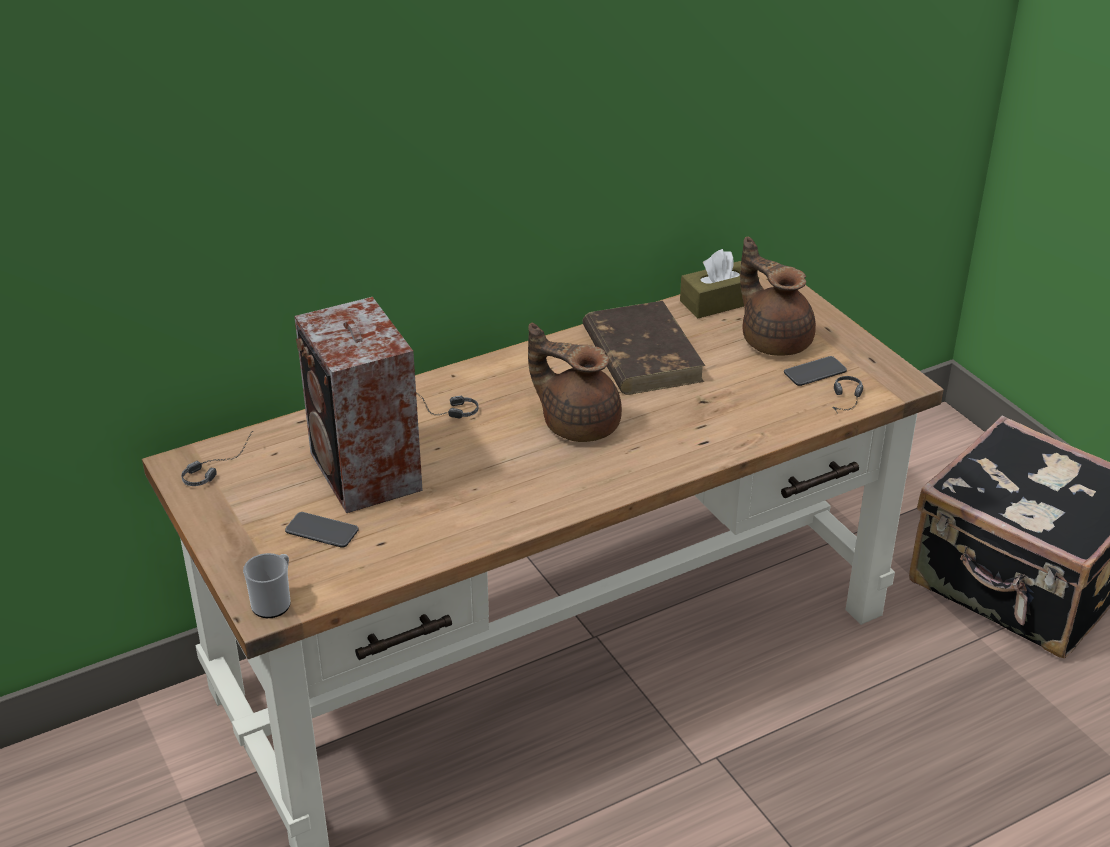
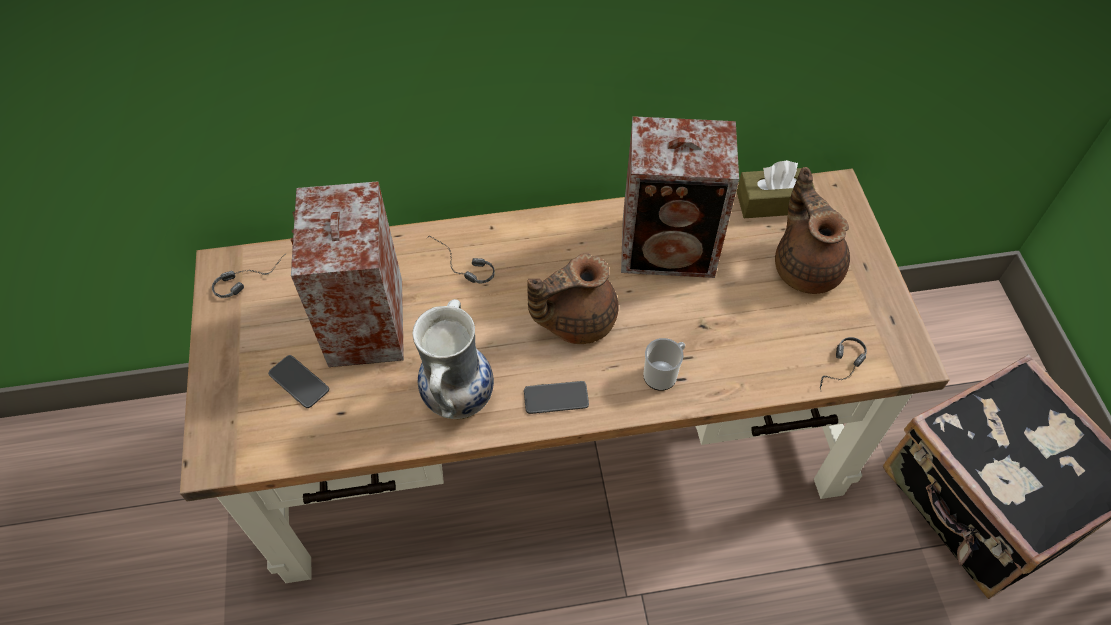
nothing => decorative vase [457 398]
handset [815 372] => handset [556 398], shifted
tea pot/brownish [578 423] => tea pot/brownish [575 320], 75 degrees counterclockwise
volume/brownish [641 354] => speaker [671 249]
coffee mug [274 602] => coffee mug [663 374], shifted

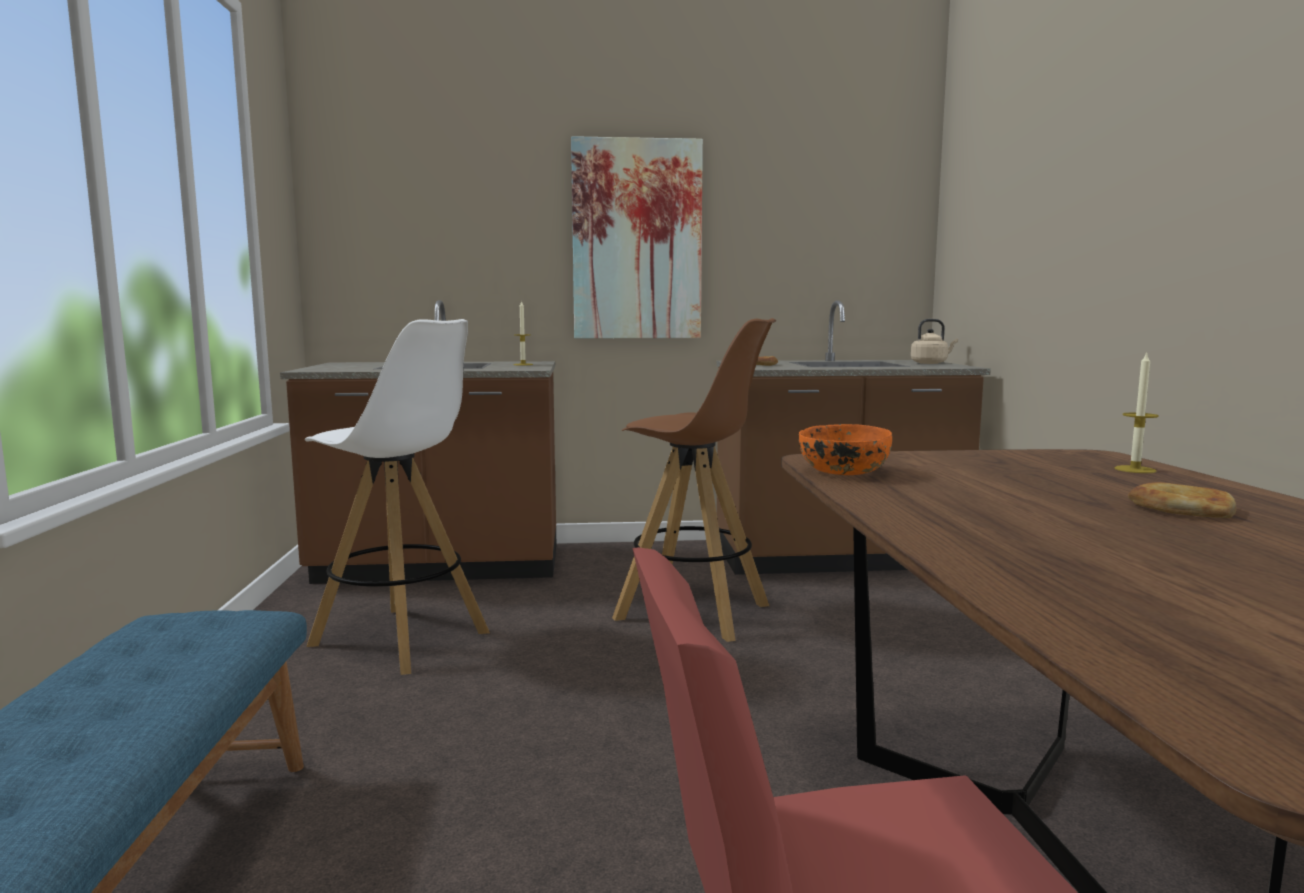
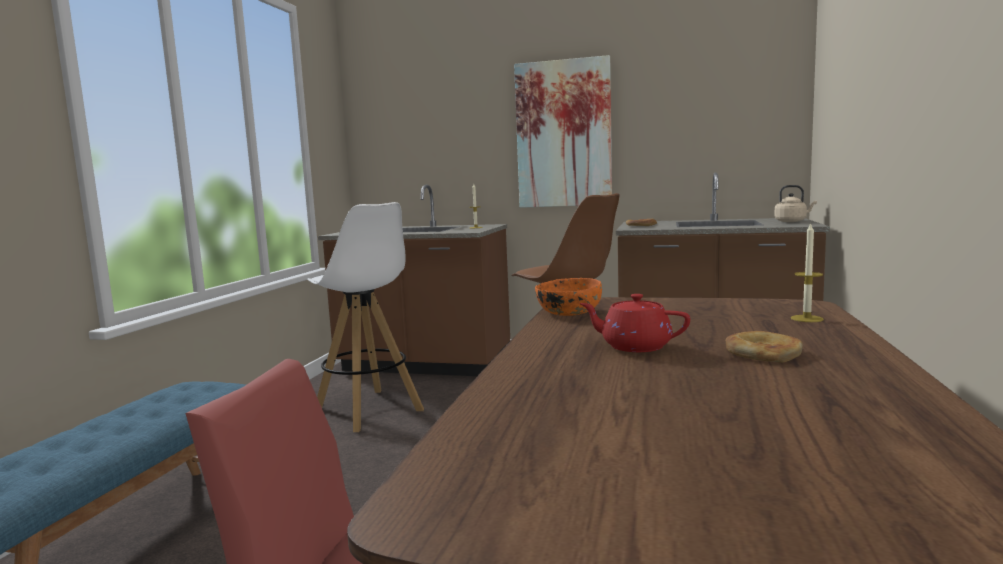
nothing => tea pot/red [634 346]

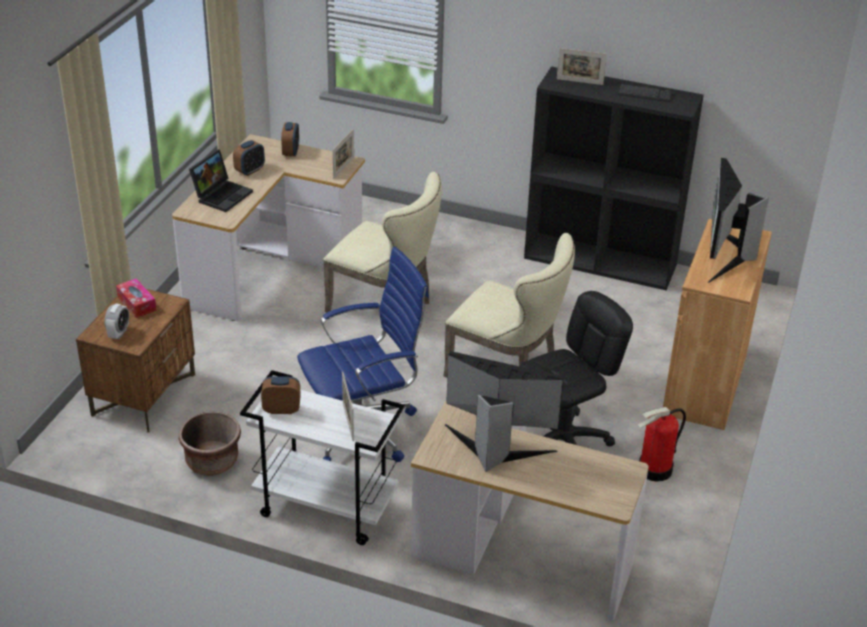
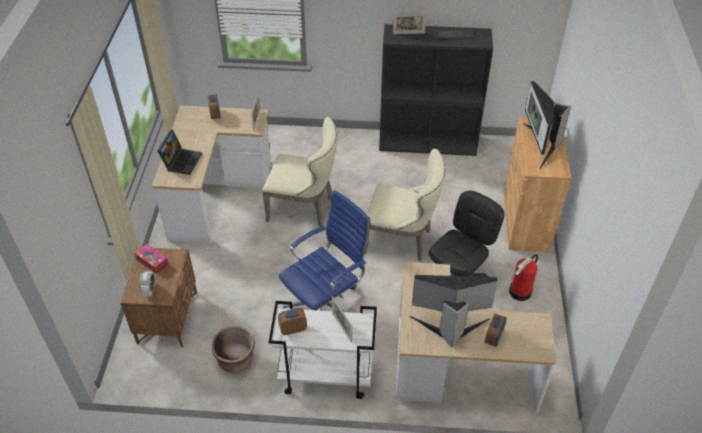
bedside clock [250 170] => bedside clock [493 338], shifted

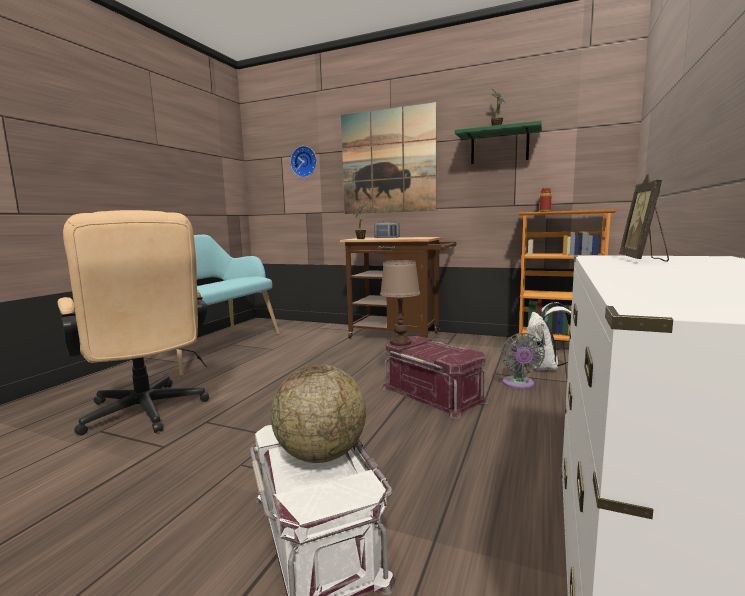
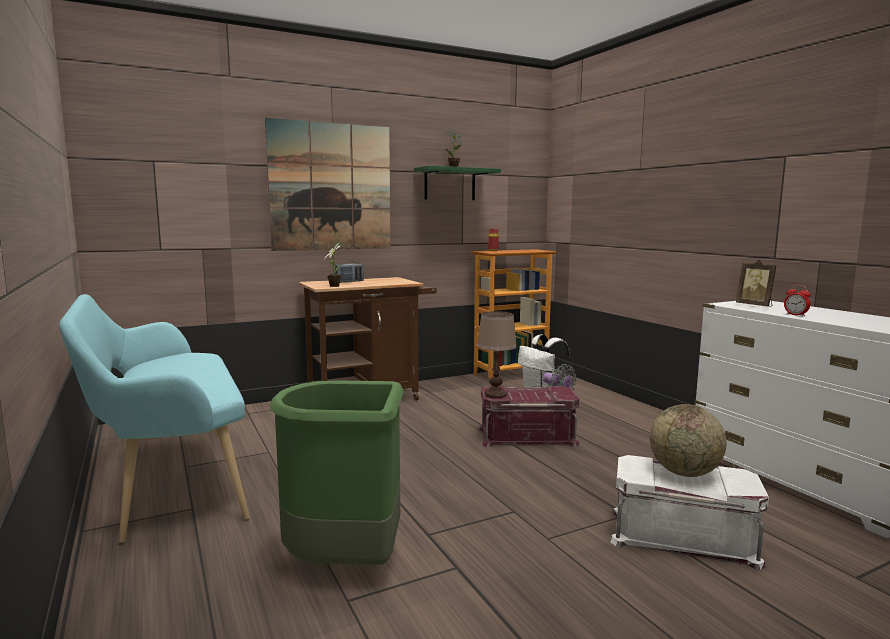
computer chair/beige-coloured [146 414] => rubbish bin/greenish [346 563]
nothing => bedside clock [795 315]
wall clock [304 162] => nothing

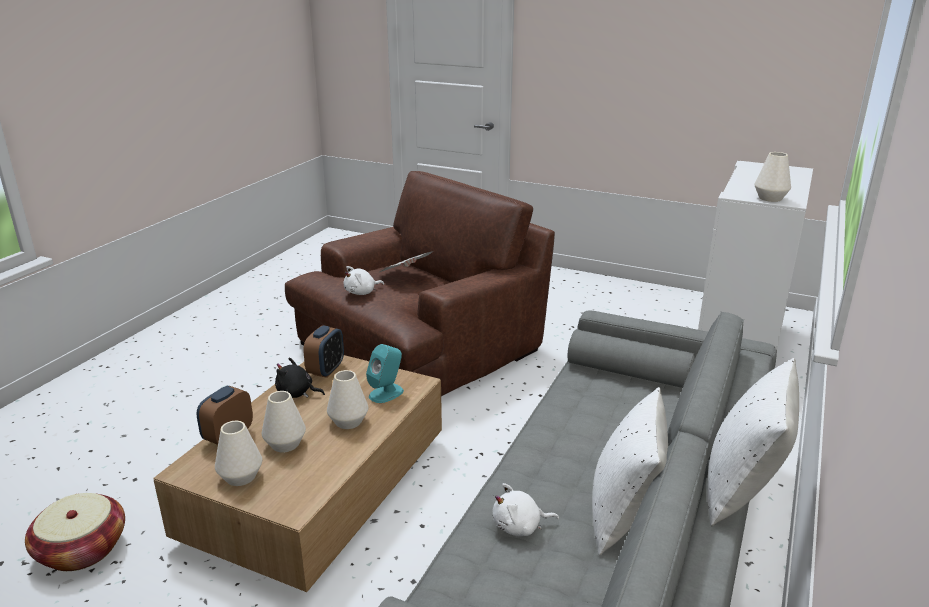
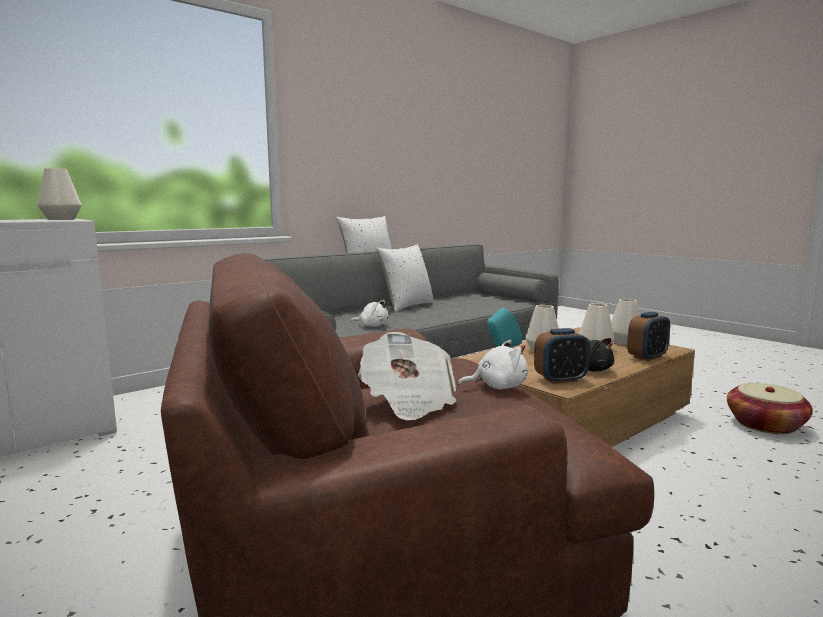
soft toy/whitish [520 526] => soft toy/whitish [372 325], shifted
bedside clock [326 370] => bedside clock [560 380], 150 degrees counterclockwise

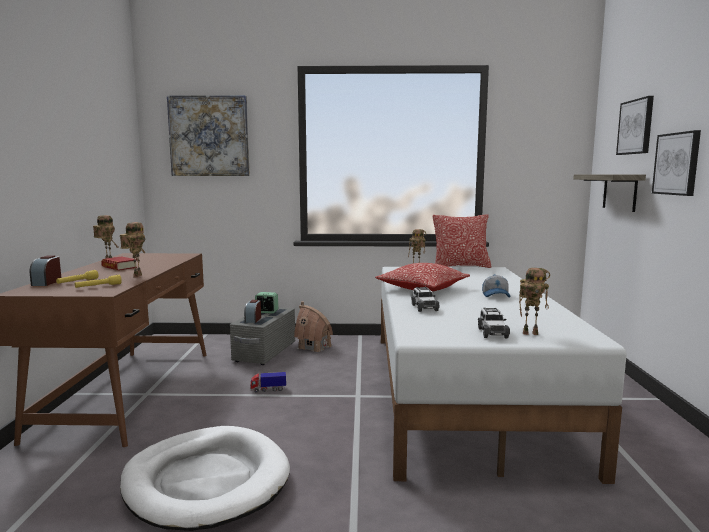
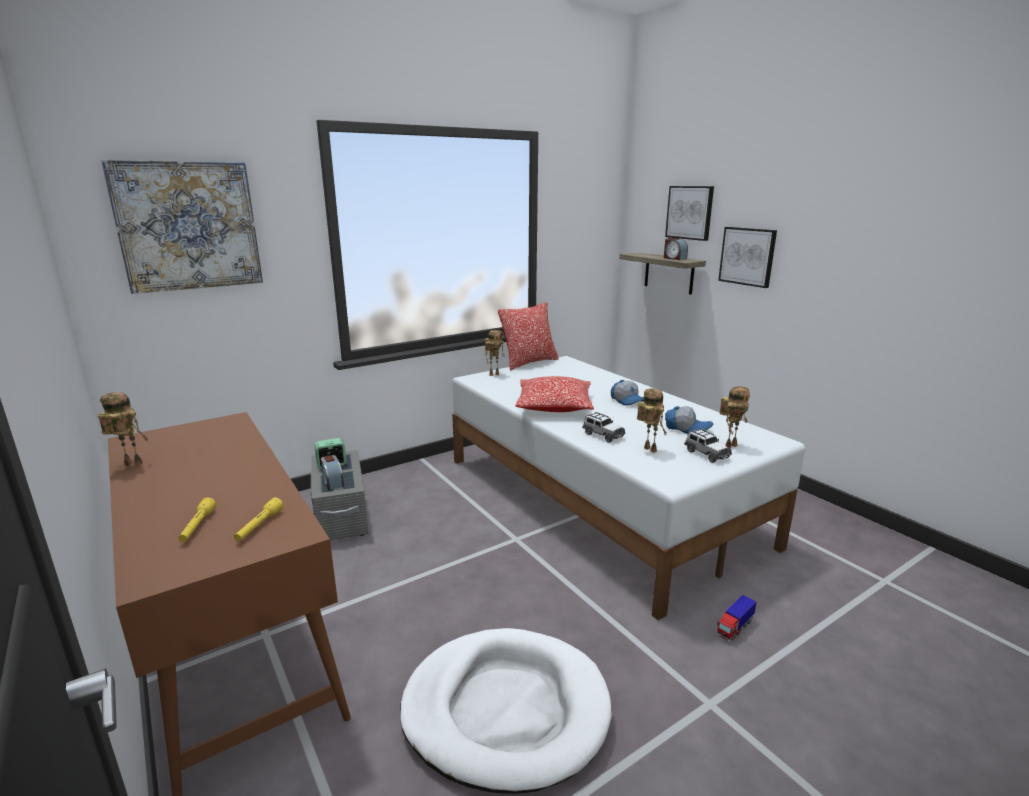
toy robot [136 276] => toy robot [648 449], shifted
bedside clock [47 282] => bedside clock [674 258], shifted
nothing => peaked cap [687 428]
toy lorry [268 389] => toy lorry [734 628], shifted
volume [119 267] => nothing
miniature house [314 347] => nothing

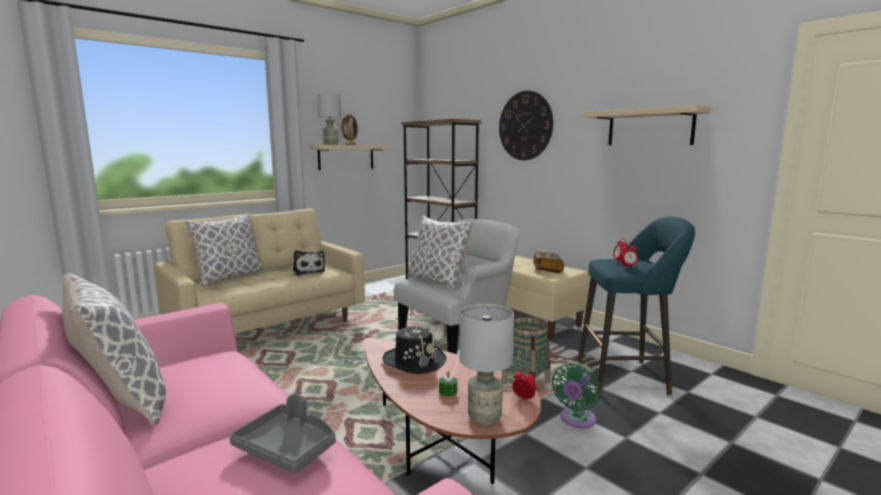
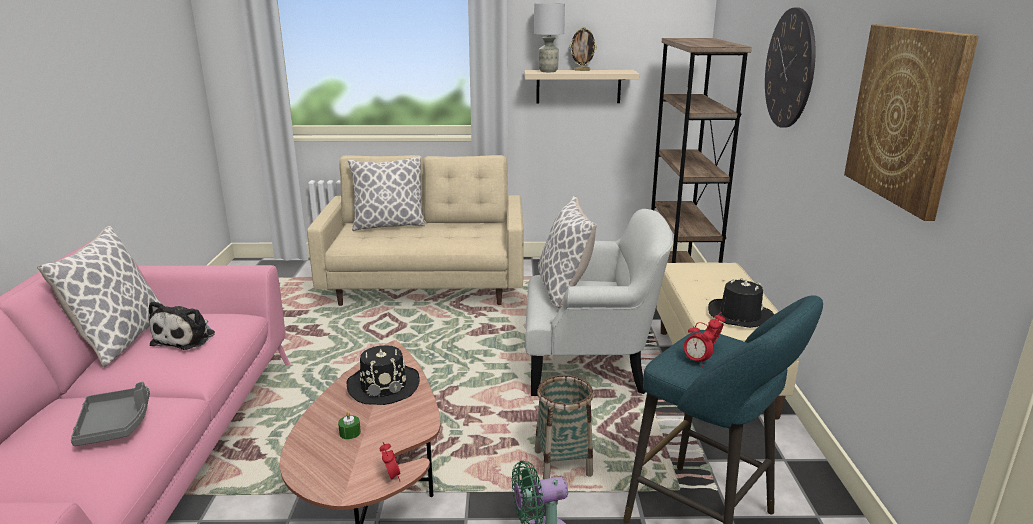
soft toy [308 271] => soft toy [186 338], shifted
volume [547 269] => hat/black [739 315]
shelf/beige-coloured [649 127] => picture [906 116]
lamp for a table/grey [485 417] => nothing

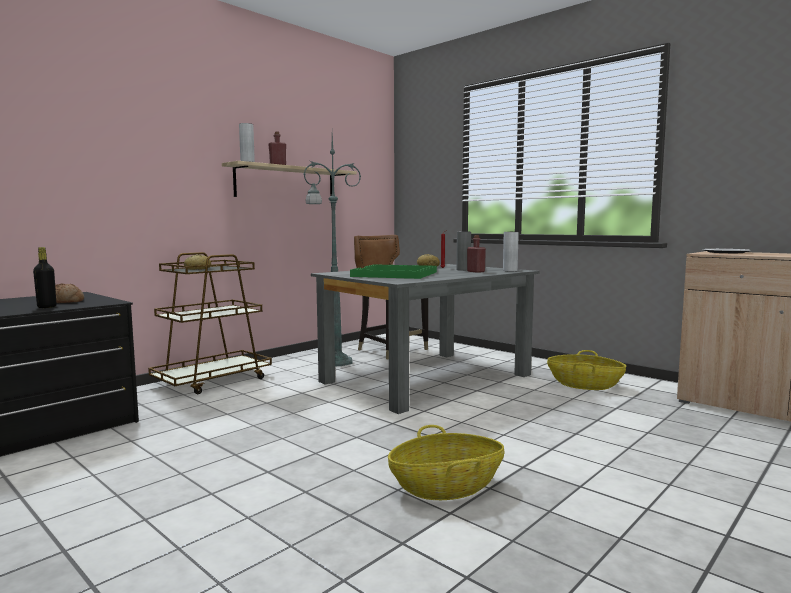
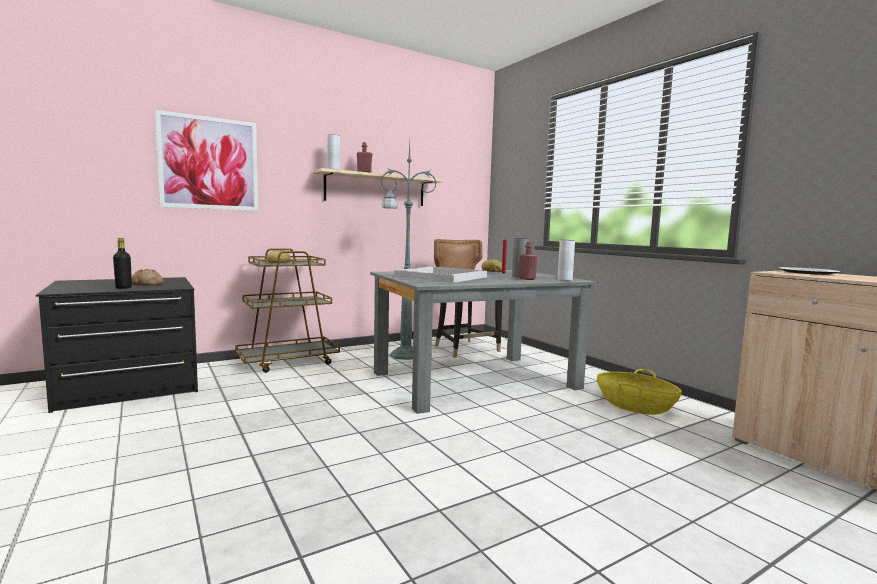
nothing => picture [209 163]
serving tray/greenish [395 274] => serving tray/whitish [441 277]
household basket [446 487] => nothing

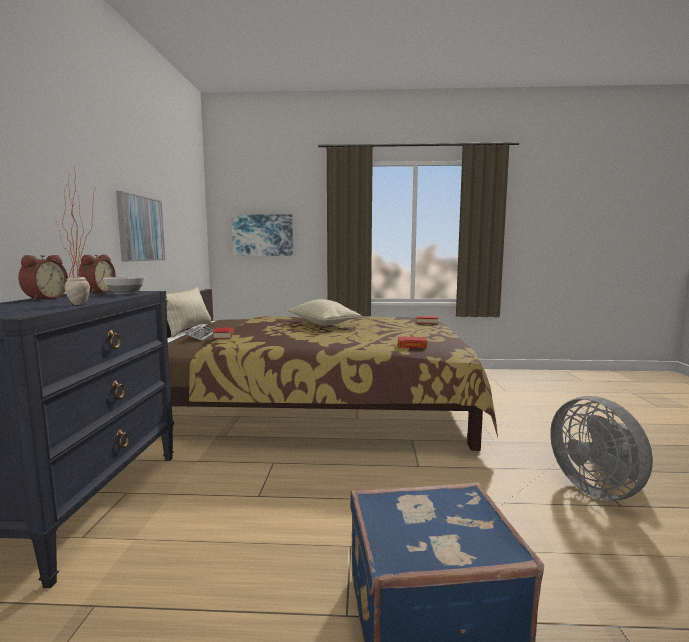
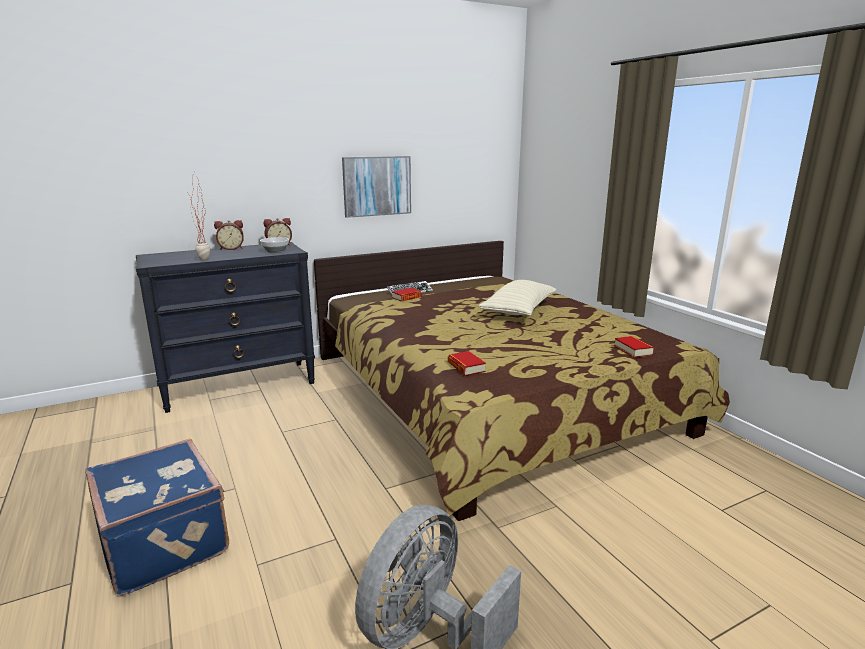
cushion/beige-coloured [188 329] => nothing
picture [263 235] => nothing

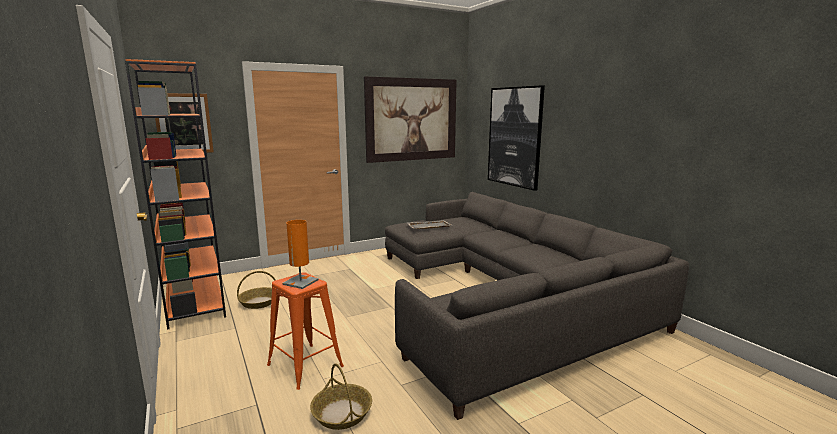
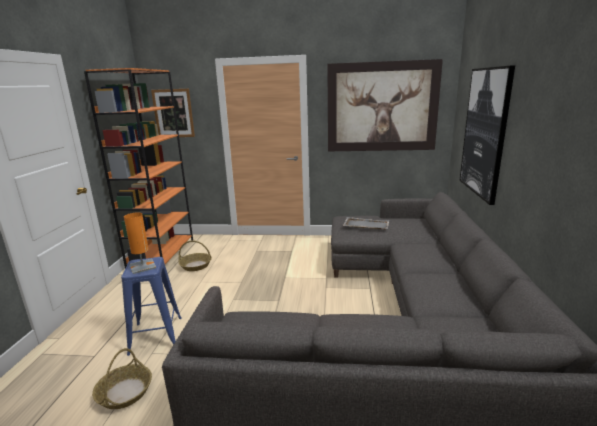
stool seat/orange-coloured [305 366] => stool seat/blue-coloured [156 335]

